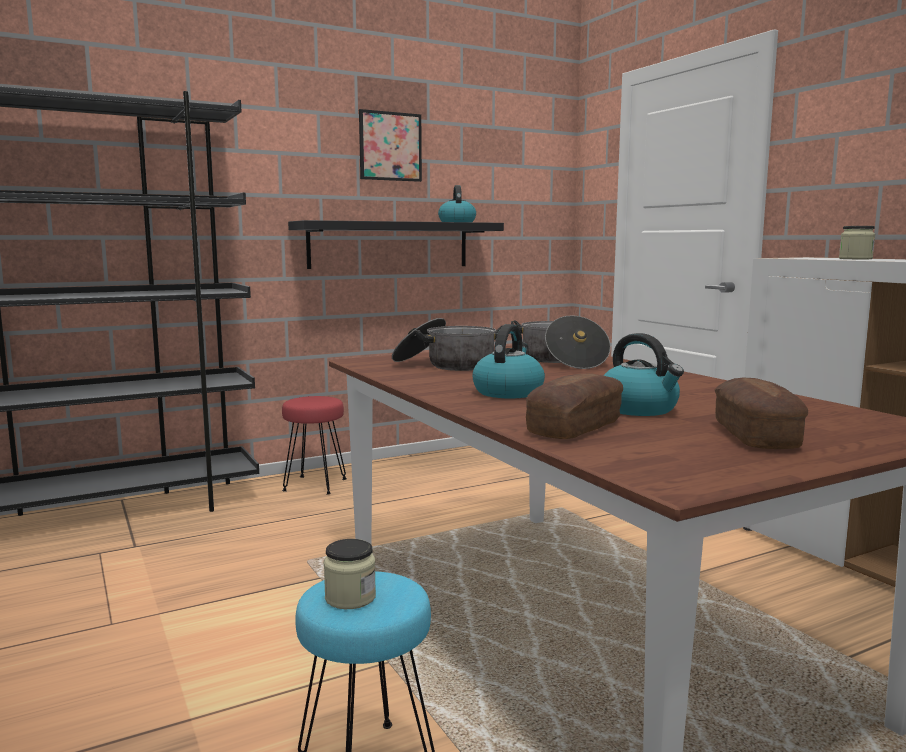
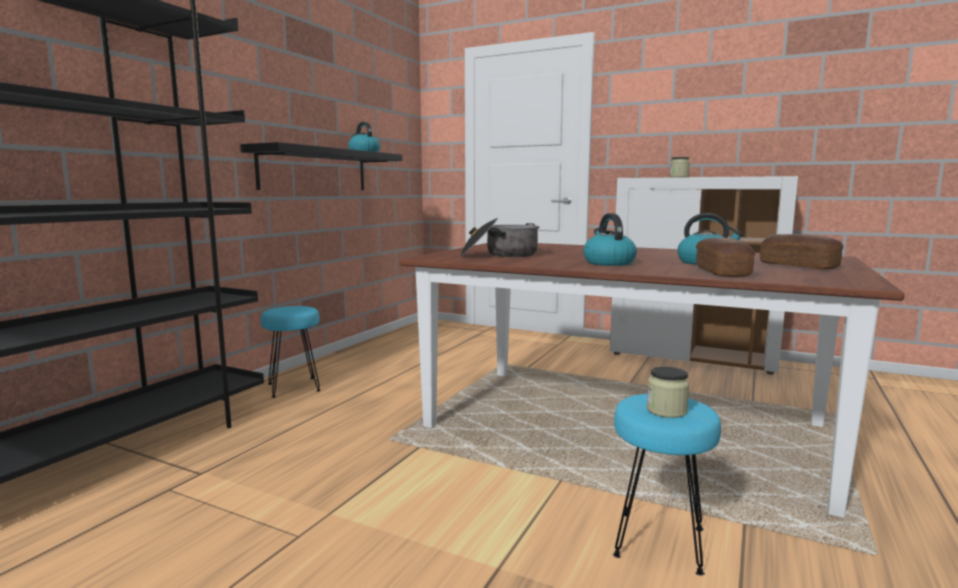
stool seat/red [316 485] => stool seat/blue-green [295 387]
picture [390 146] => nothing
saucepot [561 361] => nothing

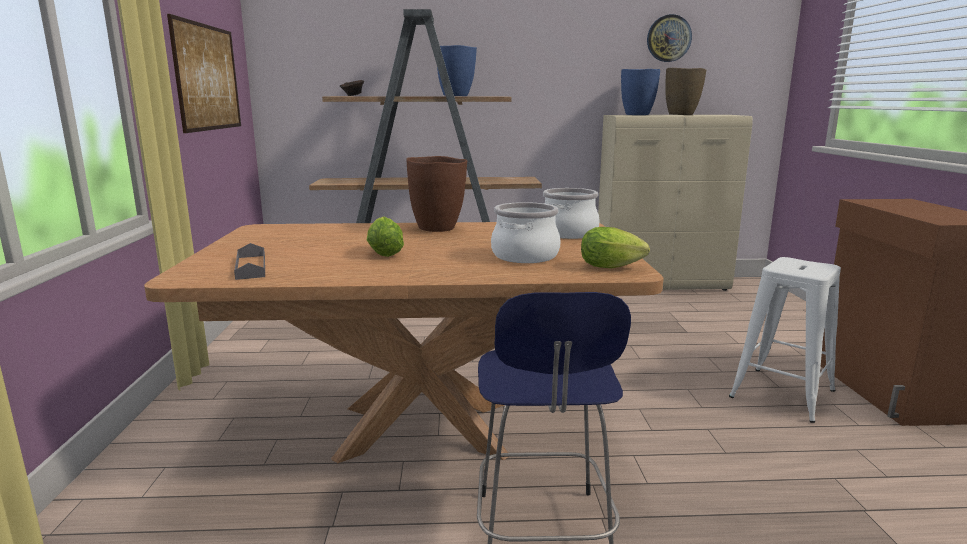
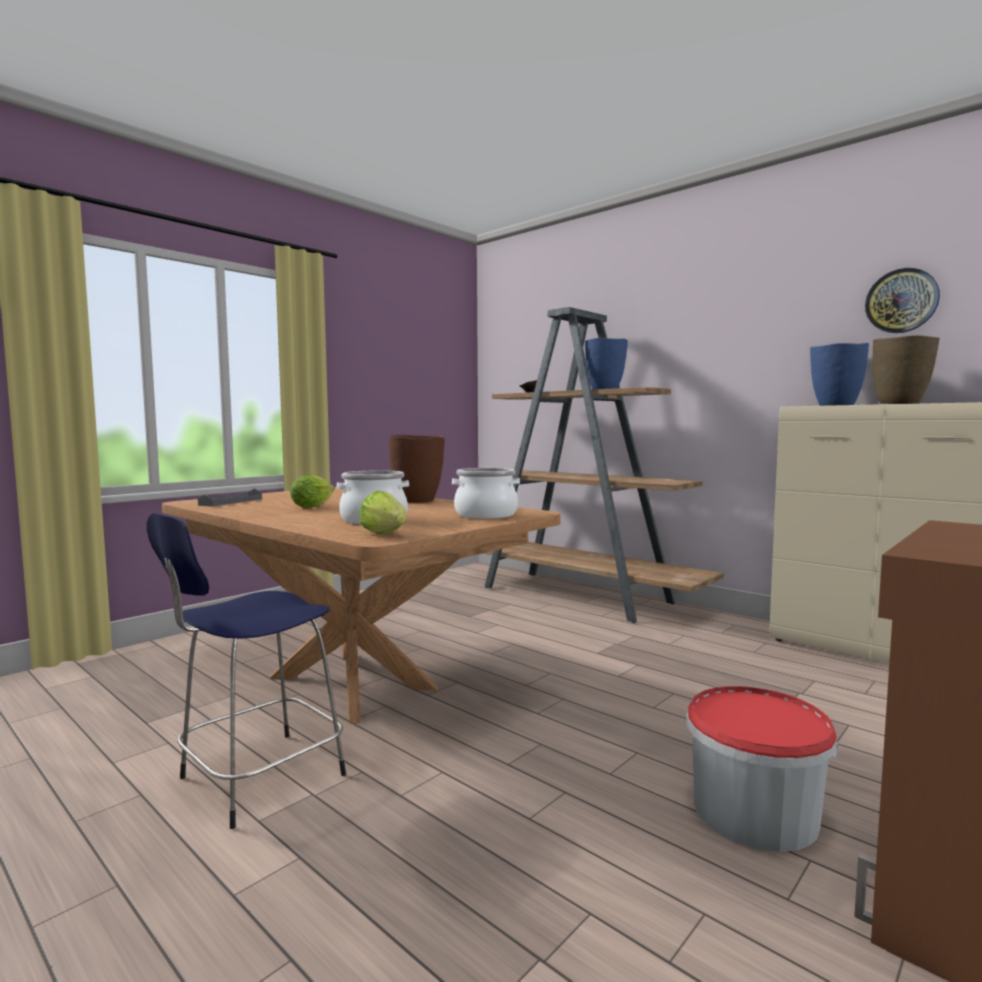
stool seat/whitish [782 394] => water bucket [755 812]
picture [208 77] => nothing

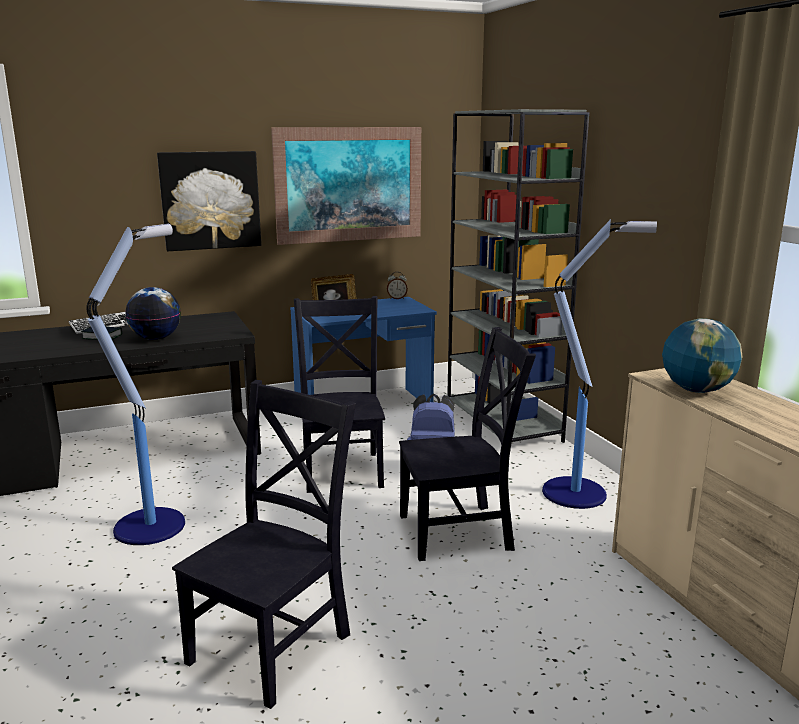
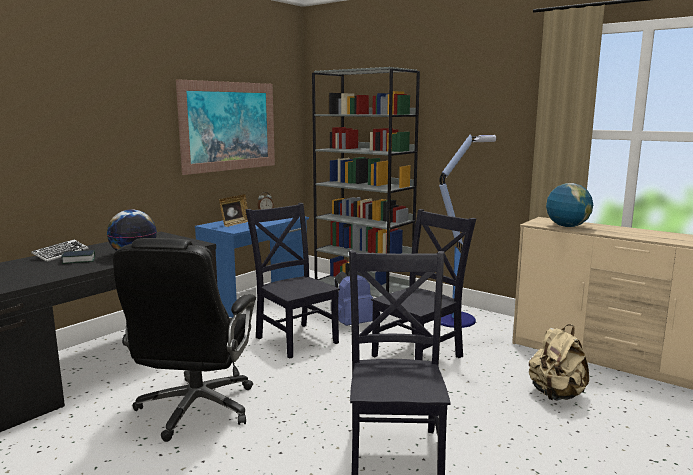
standard lamp [152 525] => computer chair/black [196 409]
nothing => backpack/beige-coloured [556 395]
picture [210 200] => nothing

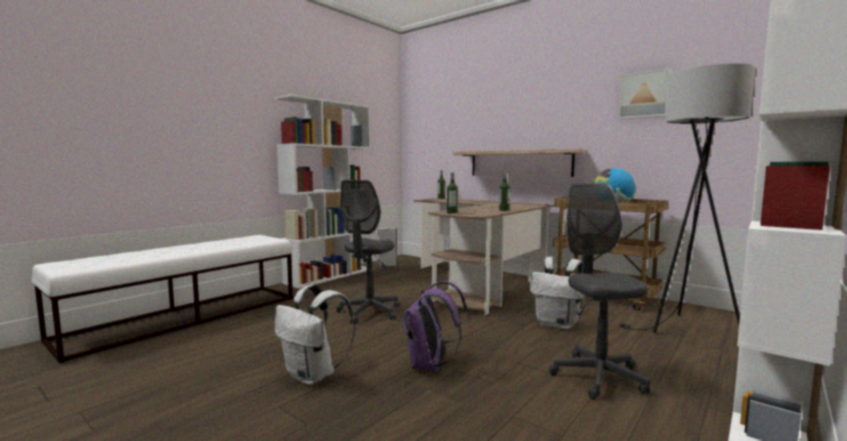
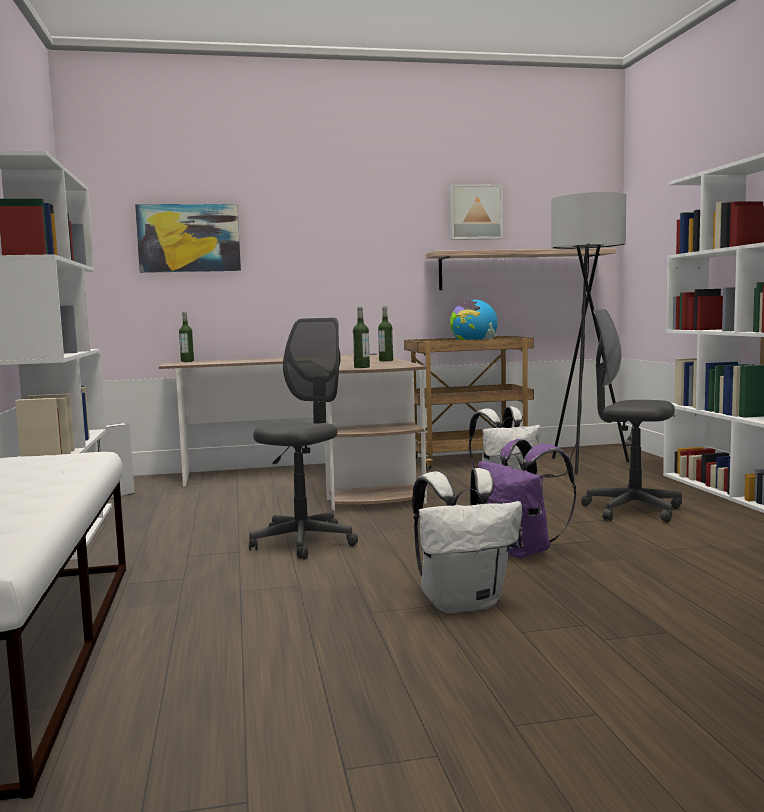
nothing => picture [189 238]
computer chair/grey [369 313] => computer chair/grey [303 542], 120 degrees counterclockwise
shelf [519 163] => shelf [514 270], shifted

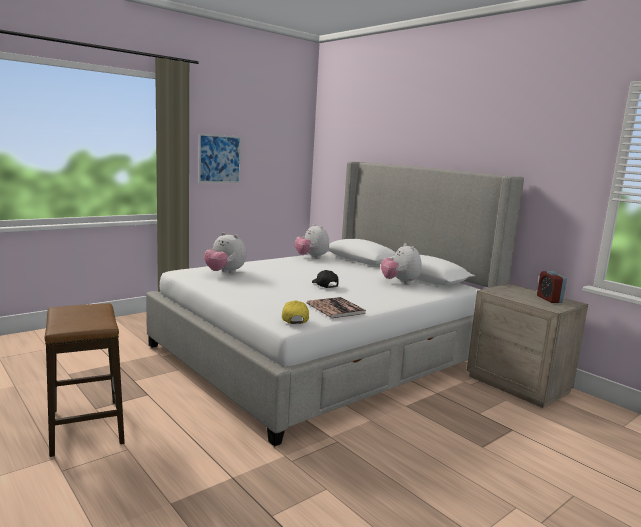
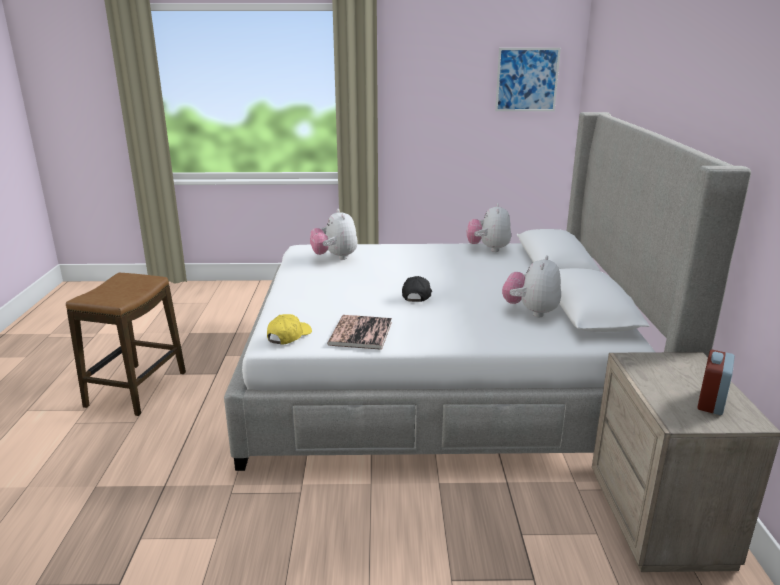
picture [219 159] => picture [527 80], shifted

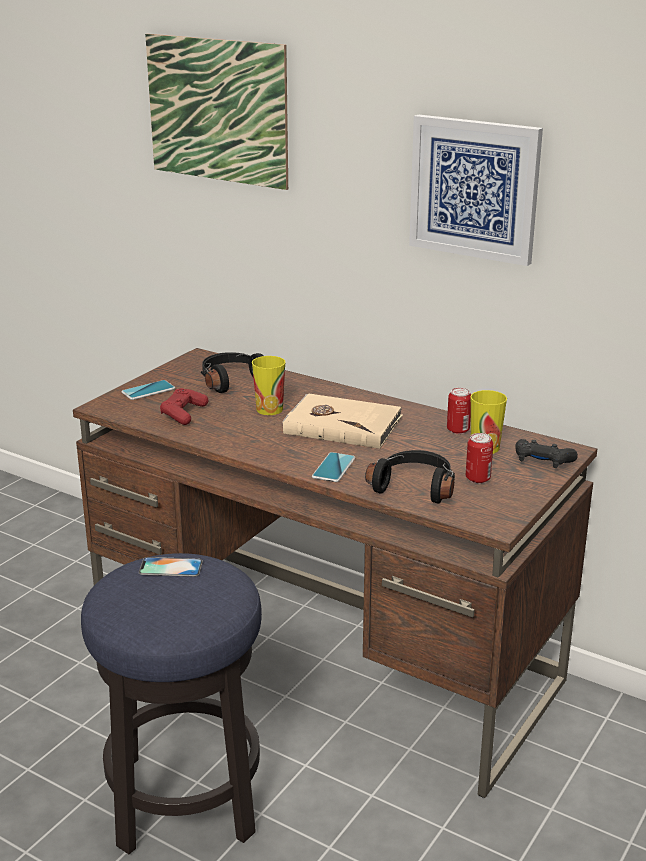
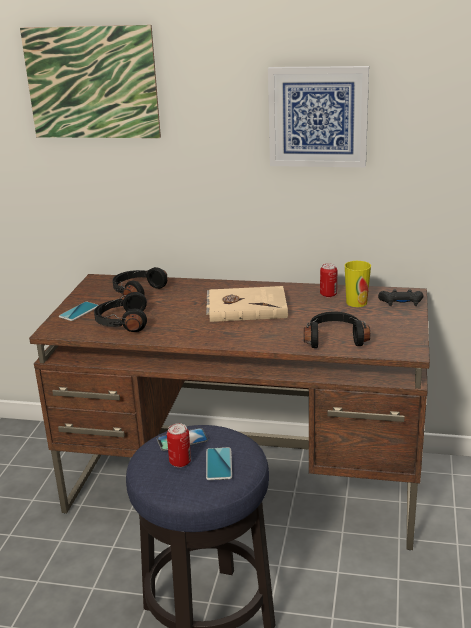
gamepad/red [183 413] => headphones/black [122 323]
metal can [477 478] => metal can [180 462], shifted
handset [333 468] => handset [219 464], shifted
small cup [269 409] => nothing

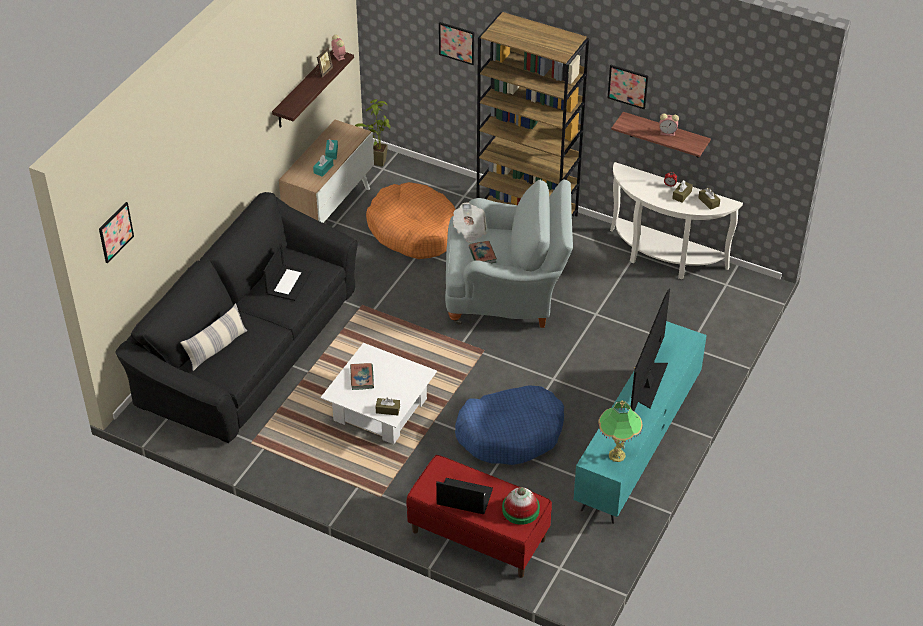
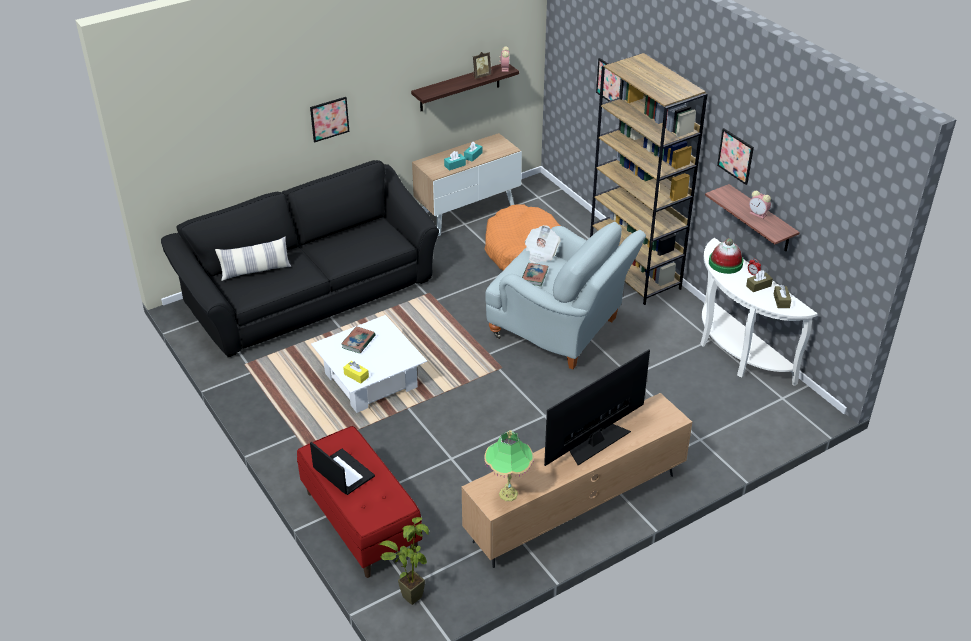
picture [115 232] => picture [329 119], shifted
tissue box/brownish [388 410] => tissue box/yellowish [356 375]
houseplant [375 161] => houseplant [409 592], shifted
media console/blue-green [637 445] => media console/brownish [575 507]
hat [520 509] => hat [725 263], shifted
notebook computer [288 282] => nothing
pet bed/blue-coloured [510 433] => nothing

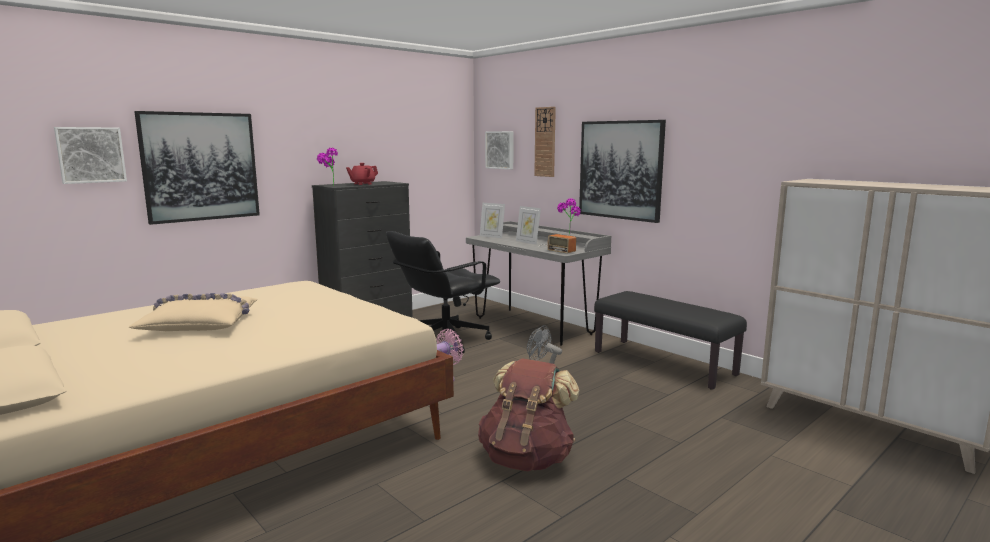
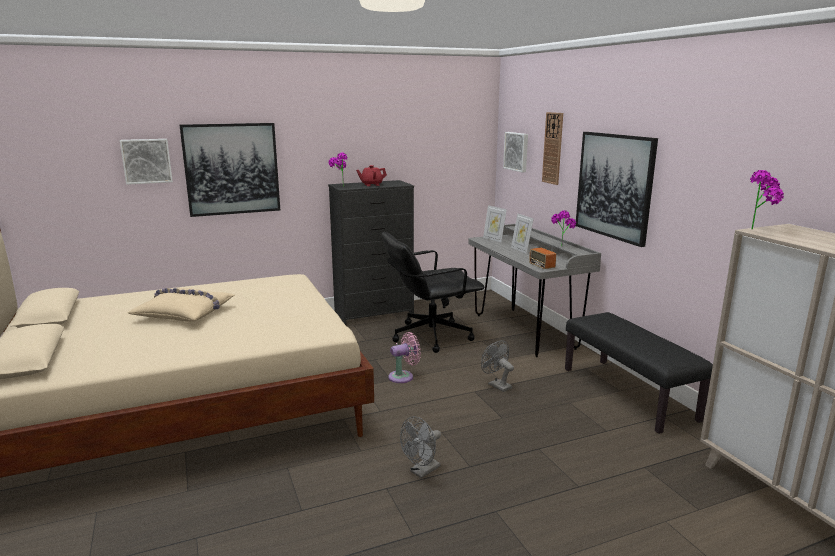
backpack/brownish [527 459] => fan/grey [422 471]
nothing => houseplant [760 229]

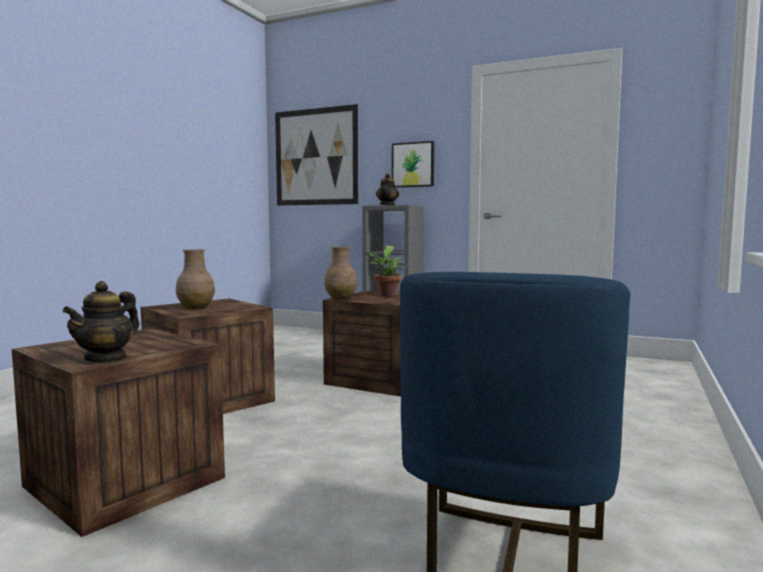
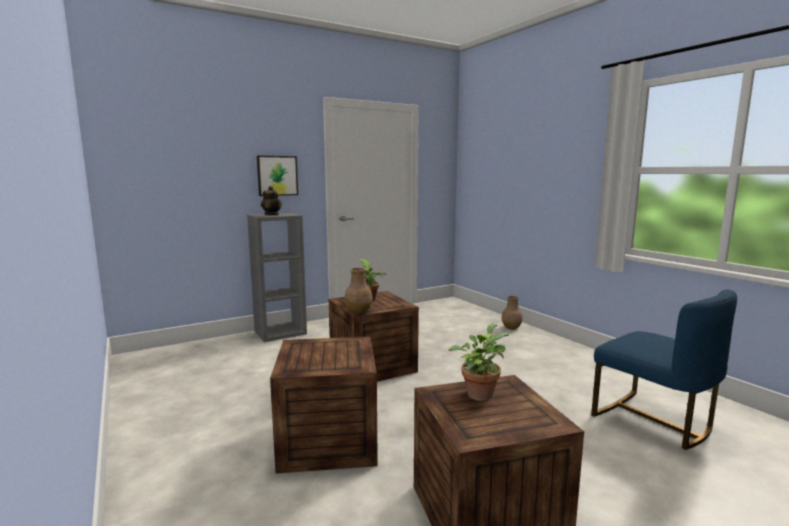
nothing => houseplant [479 393]
decorative vase/brownish [195 308] => decorative vase/brownish [511 327], shifted
tea pot [106 358] => nothing
picture [316 157] => nothing

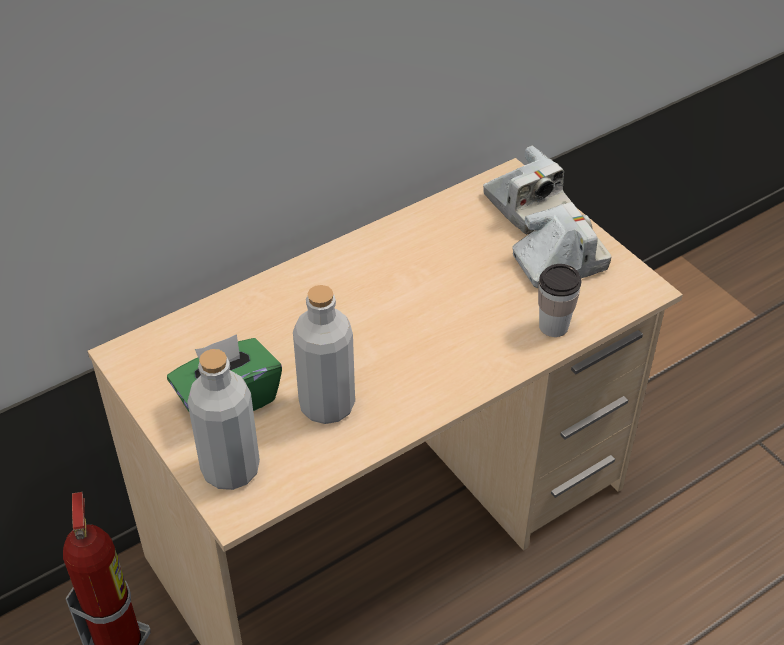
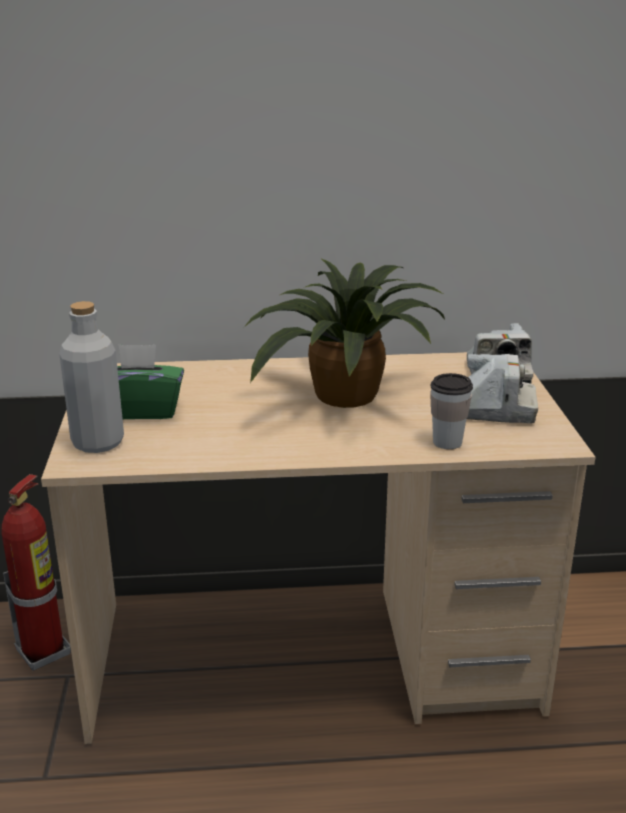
nothing => houseplant [344 398]
beverage bottle/grey [327 405] => nothing

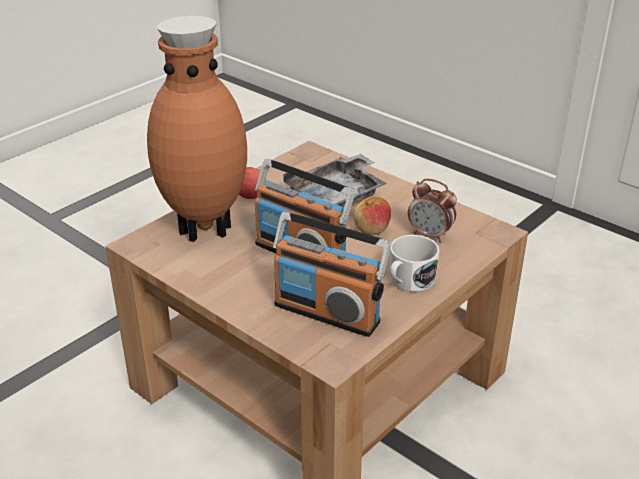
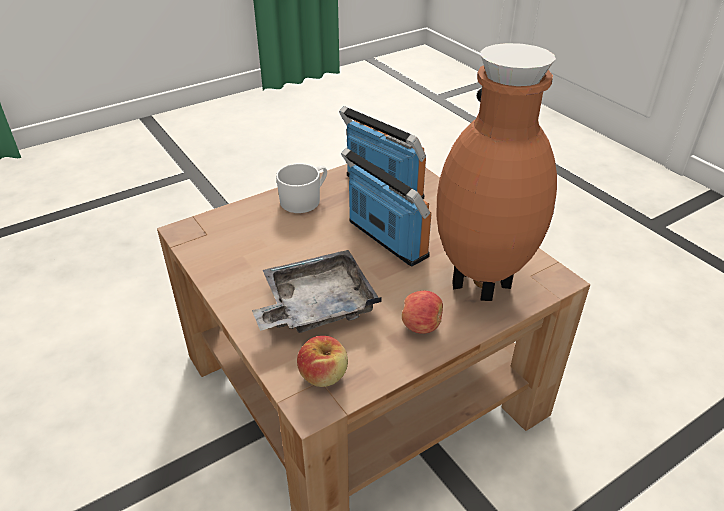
apple [371 230] => apple [324 375], shifted
bedside clock [430 235] => nothing

